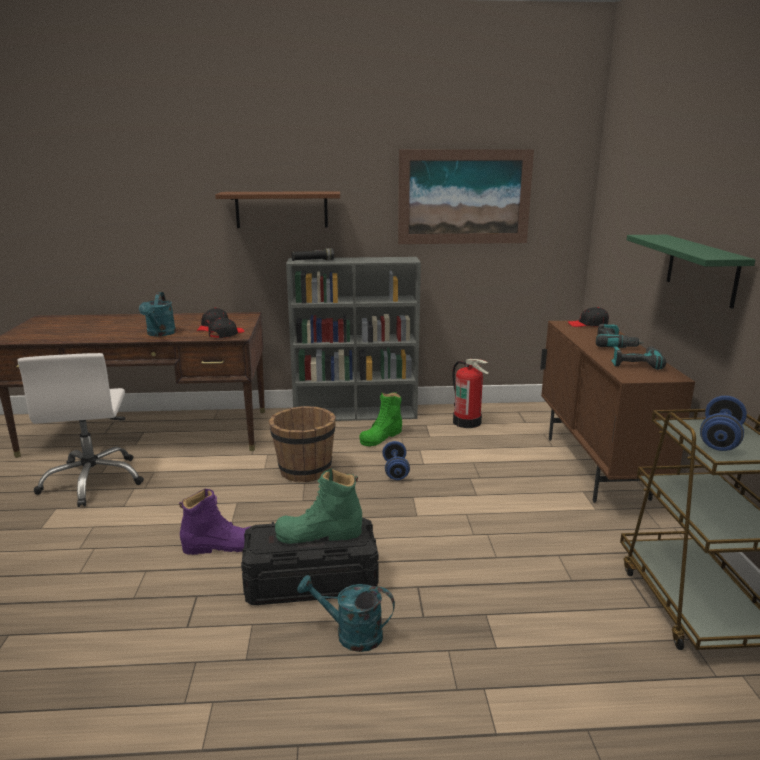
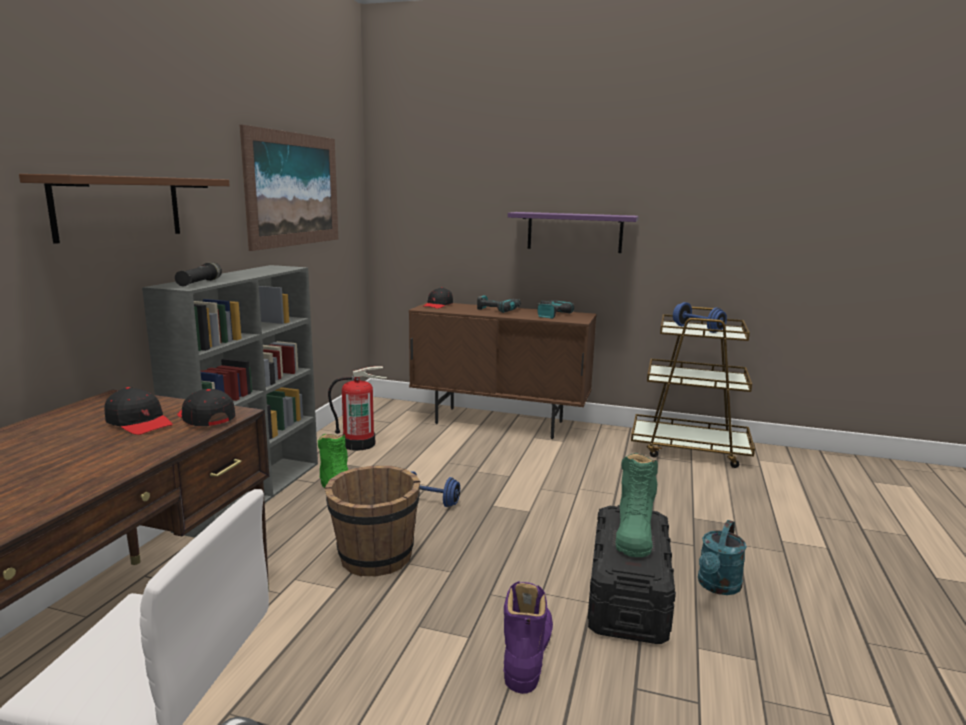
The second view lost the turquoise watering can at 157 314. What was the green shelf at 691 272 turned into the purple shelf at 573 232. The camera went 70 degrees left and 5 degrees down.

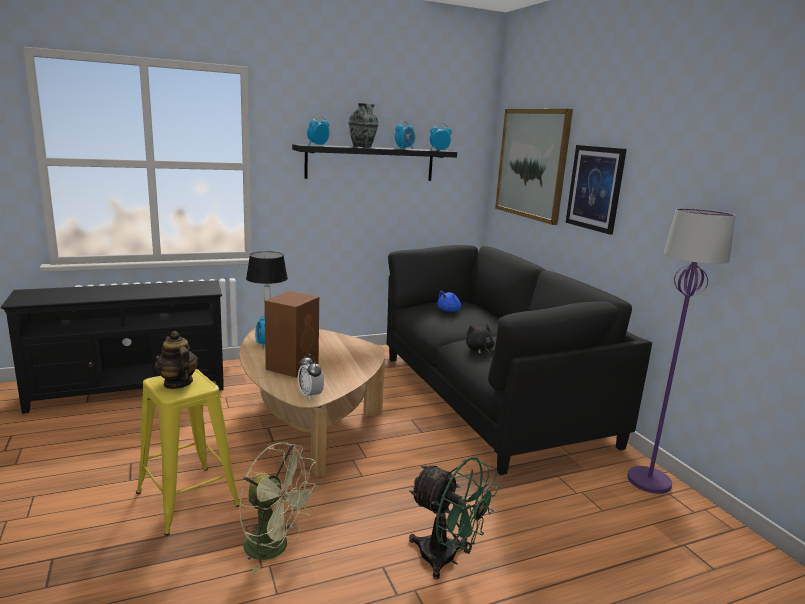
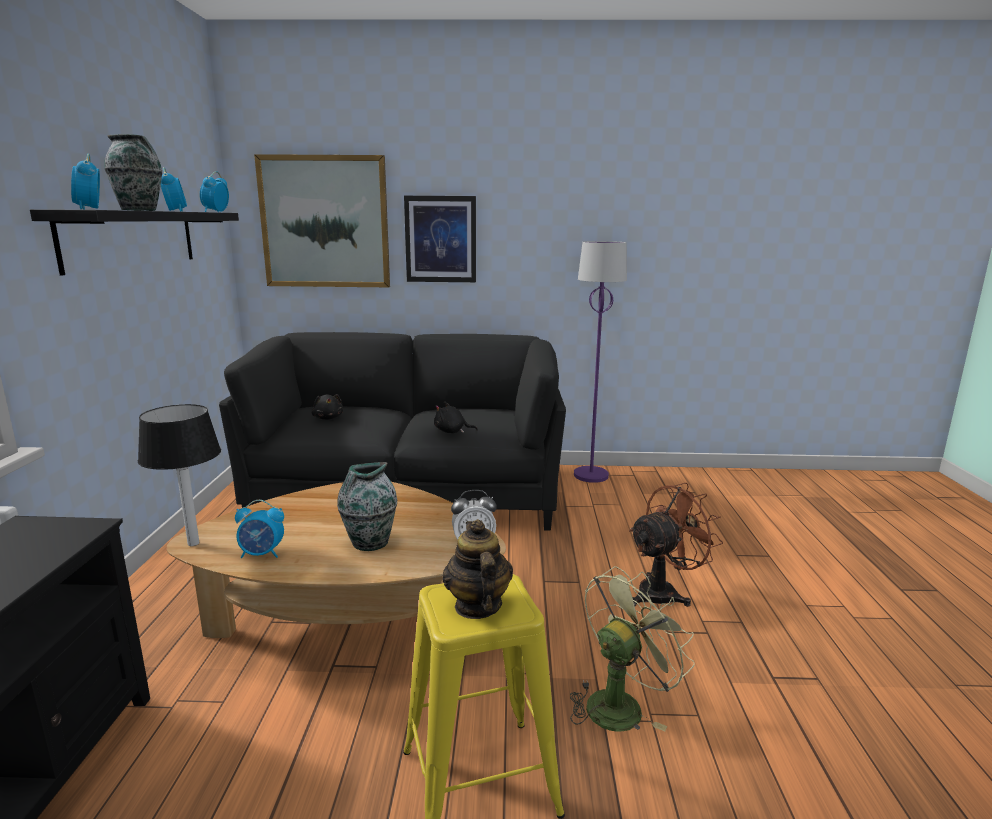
Where the brown speaker stood at 292 334, the vase came to stand at 367 506. What was the green fan at 454 518 turned into the brown fan at 676 545. What was the blue plush toy at 449 301 turned into the black plush toy at 327 407. The teapot at 176 360 ended up facing another way, 90 degrees clockwise from before. The camera went 65 degrees left and 0 degrees up.

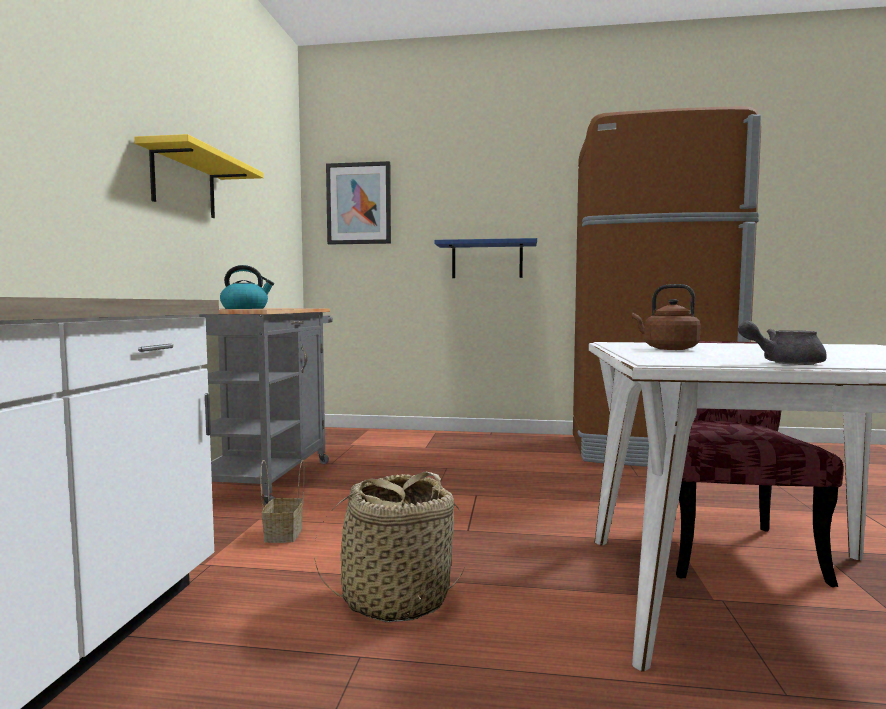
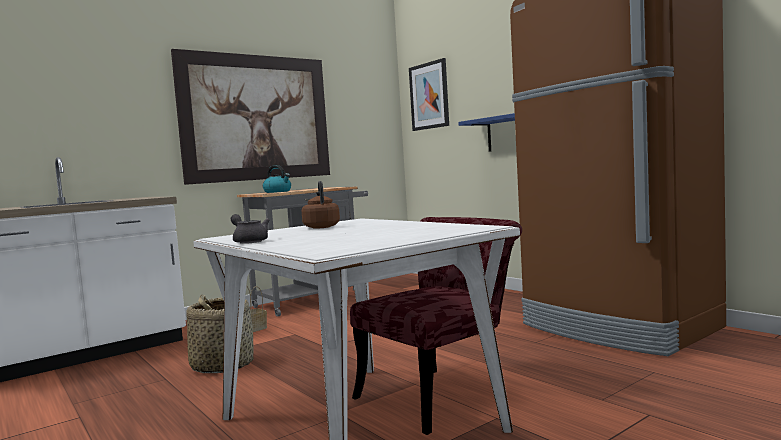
Where the yellow shelf hung at 199 176, the picture came to hang at 250 117. The camera went 45 degrees right and 0 degrees up.

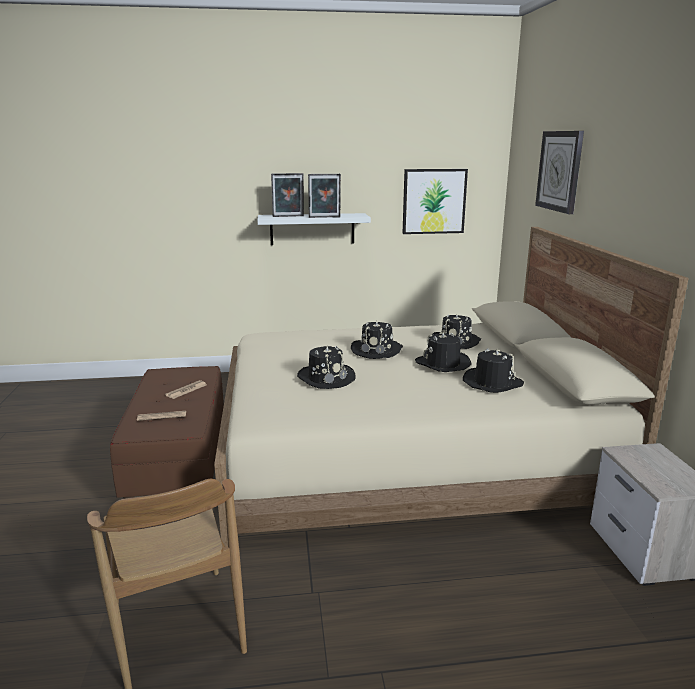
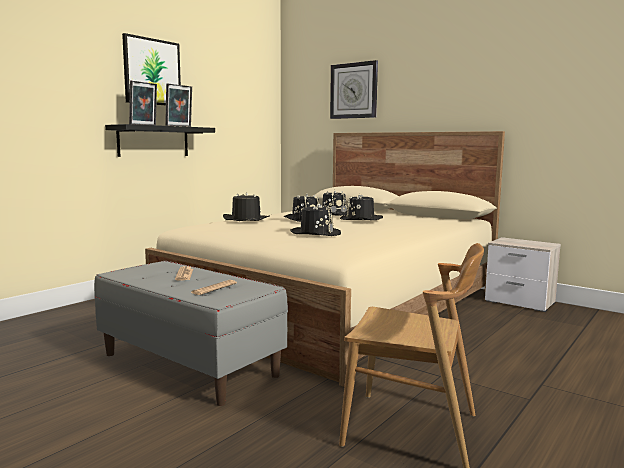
The picture ended up elsewhere, having gone from 435 201 to 151 69. The black hat ended up elsewhere, having gone from 493 370 to 246 206. What was the brown bench at 167 432 turned into the grey bench at 191 333. What was the white shelf at 314 229 turned into the black shelf at 160 140. The camera went 45 degrees left and 10 degrees down.

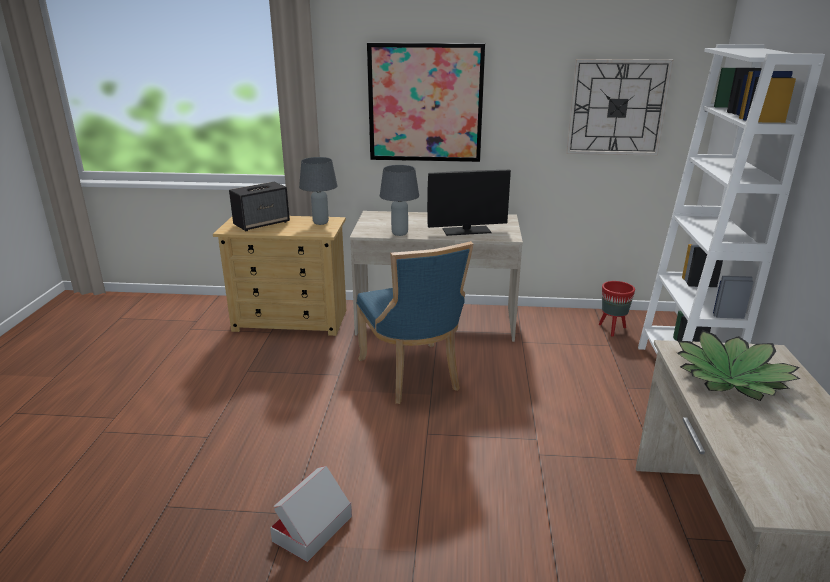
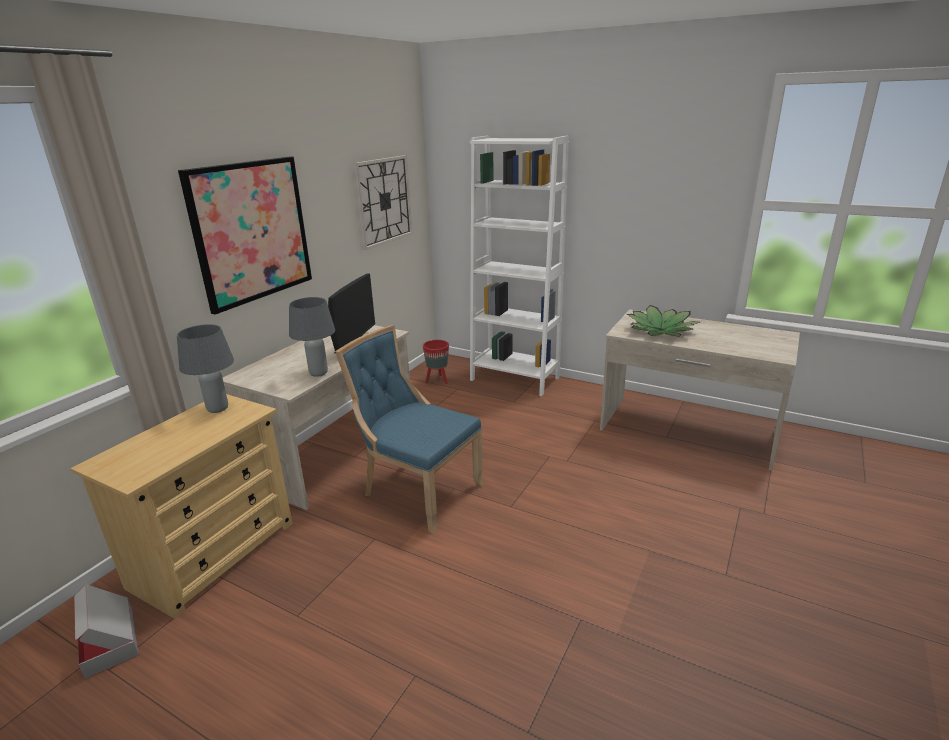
The second view lost the speaker at 259 206. The cardboard box ended up elsewhere, having gone from 311 514 to 106 631. The blue chair at 415 322 ended up facing another way, 150 degrees counterclockwise from before. The camera went 65 degrees left and 0 degrees up.

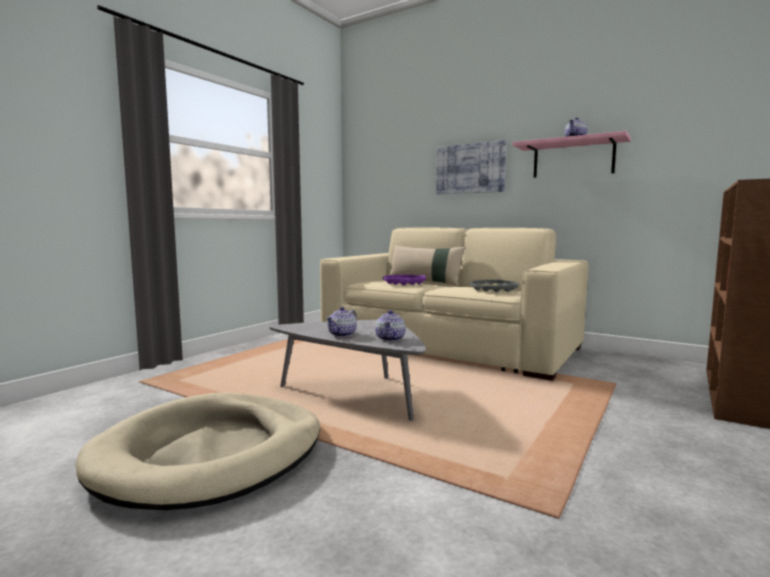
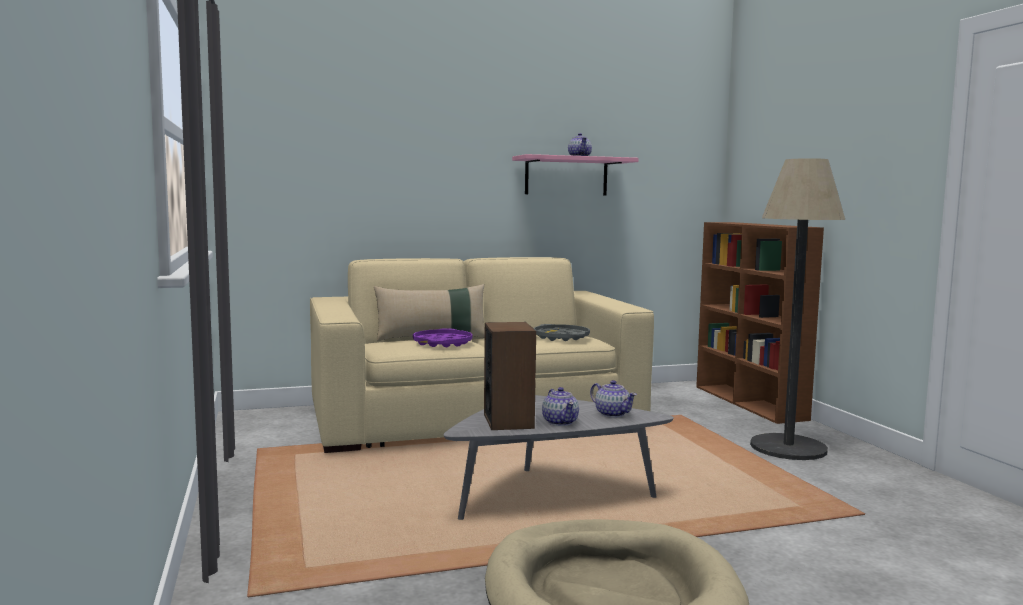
The second view lost the picture at 471 167. The second view gained the speaker at 510 376. The second view gained the floor lamp at 797 309. The camera went 50 degrees left and 0 degrees up.

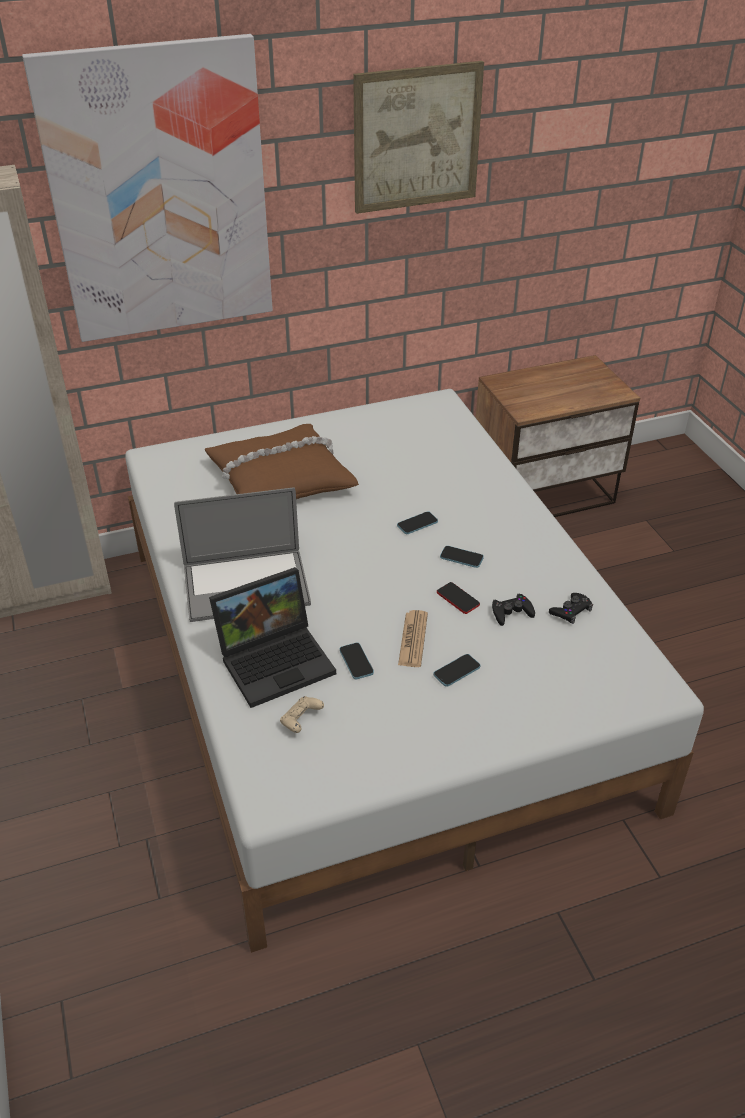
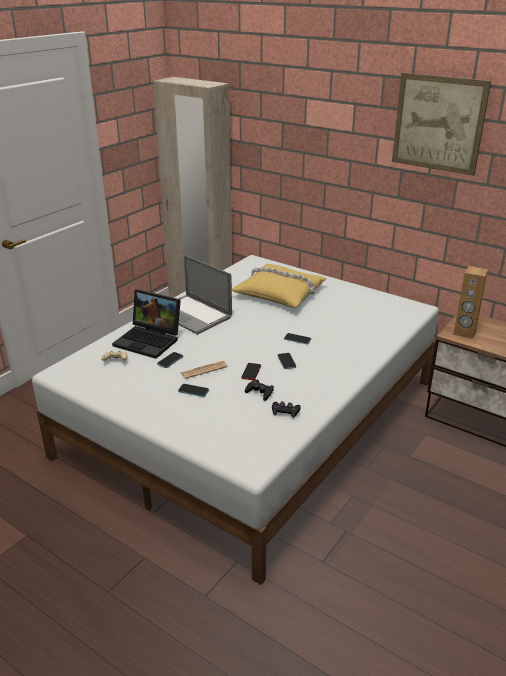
The second view lost the picture at 147 188. The second view gained the brown speaker at 470 302. What was the brown pillow at 282 461 turned into the yellow pillow at 279 286. The camera went 55 degrees right and 10 degrees down.

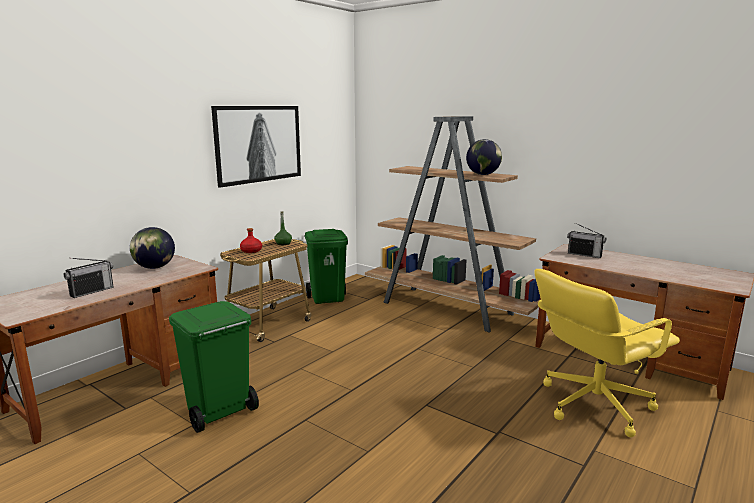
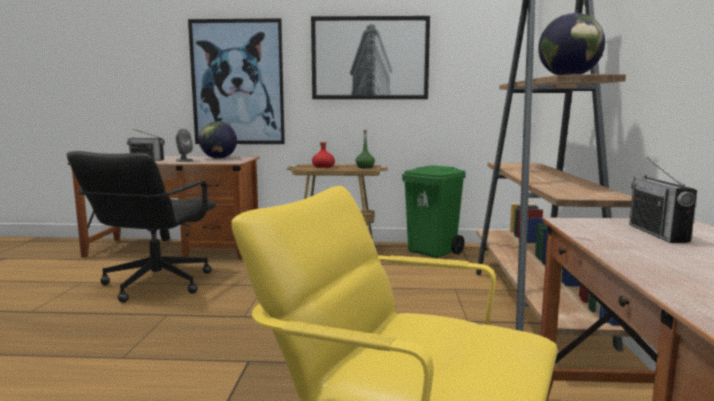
The second view gained the grey speaker at 184 145. The second view gained the picture at 236 81. Where the green trash can stood at 214 367, the black office chair came to stand at 141 227. The camera went 55 degrees right and 5 degrees down.

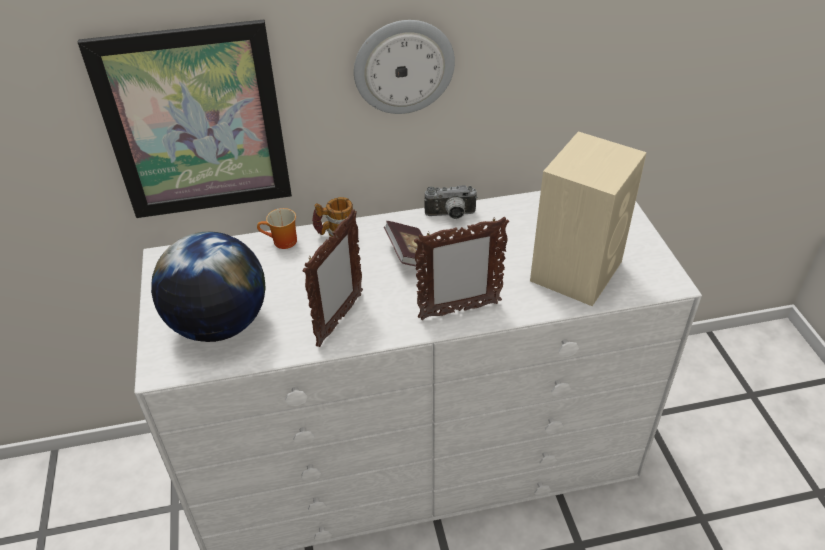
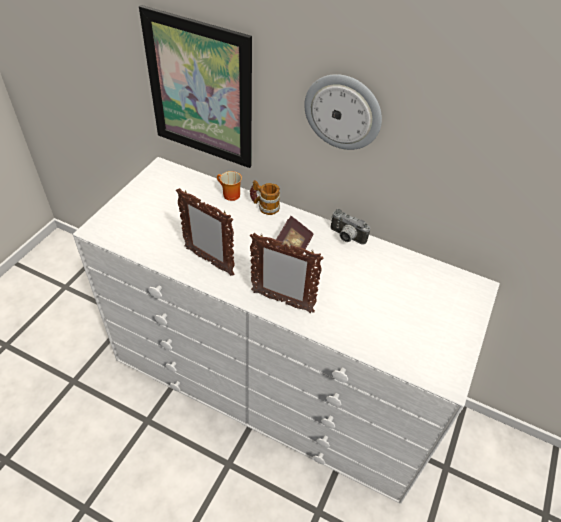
The second view lost the globe at 208 287. The second view lost the beige speaker at 588 218. The picture frame at 333 278 ended up facing another way, 60 degrees clockwise from before. The camera went 35 degrees right and 5 degrees up.

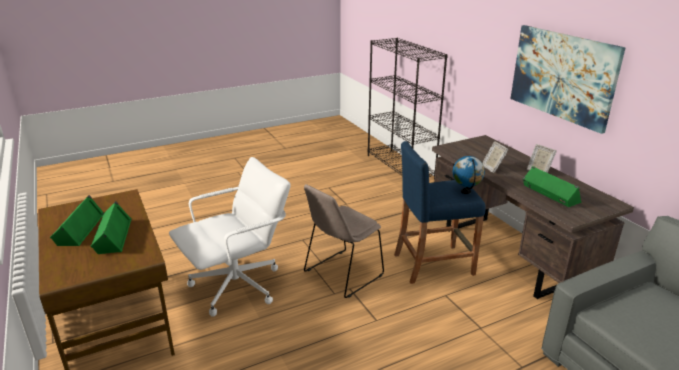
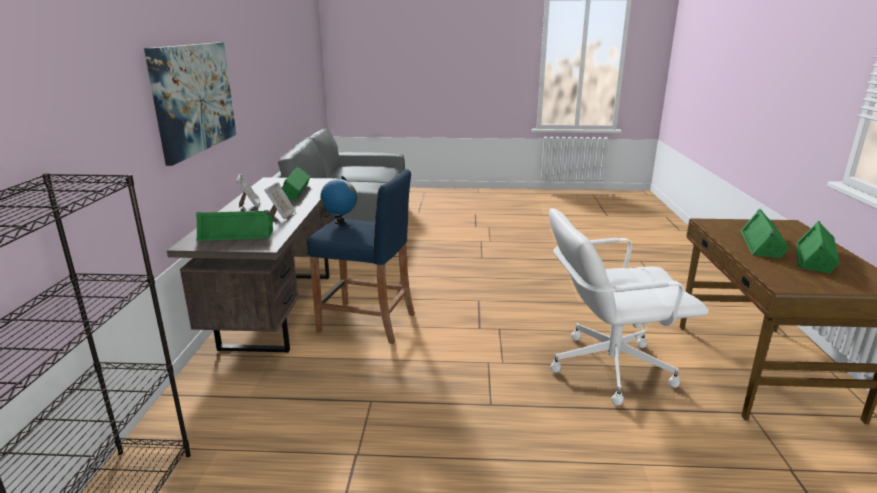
The second view lost the beige chair at 344 241. The second view gained the green speaker at 234 225. The camera went 150 degrees left and 5 degrees down.

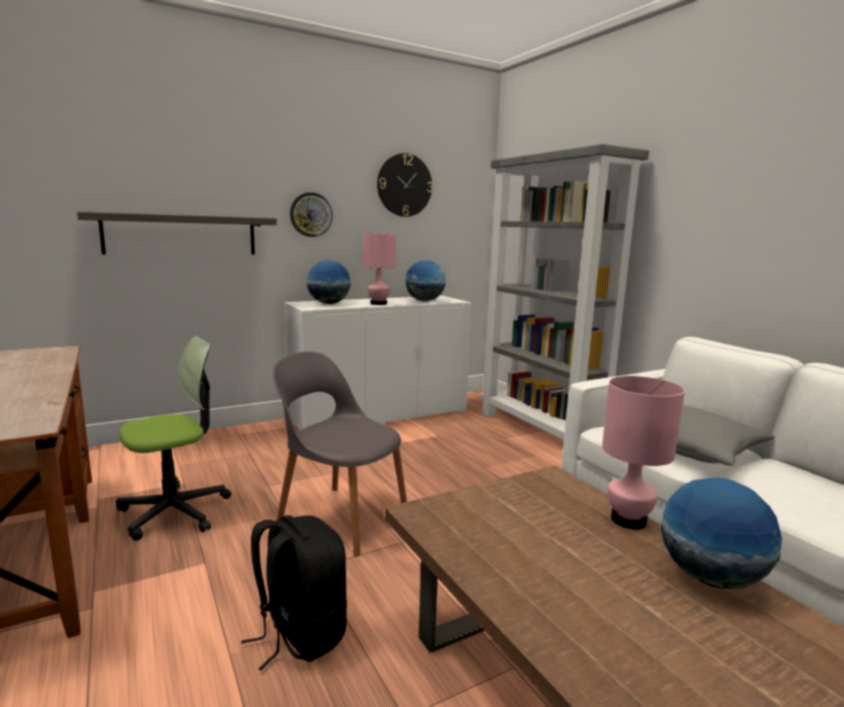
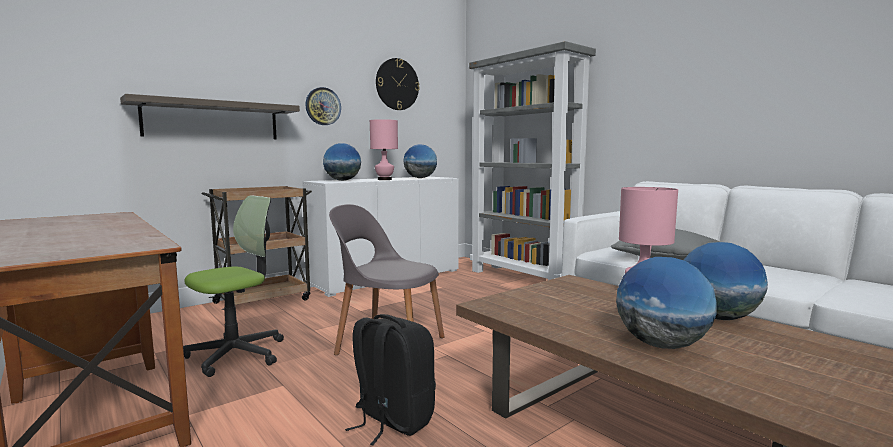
The second view gained the brown cart at 257 248. The second view gained the globe at 666 303. The camera went 10 degrees left and 5 degrees down.

